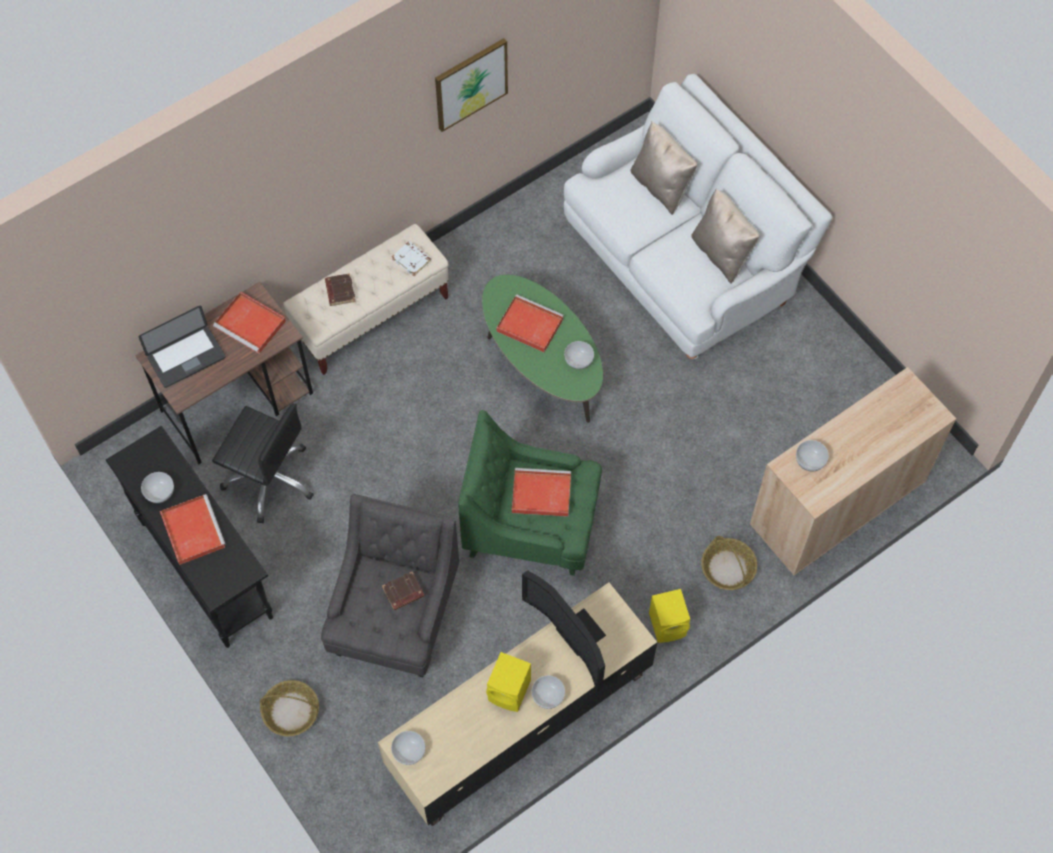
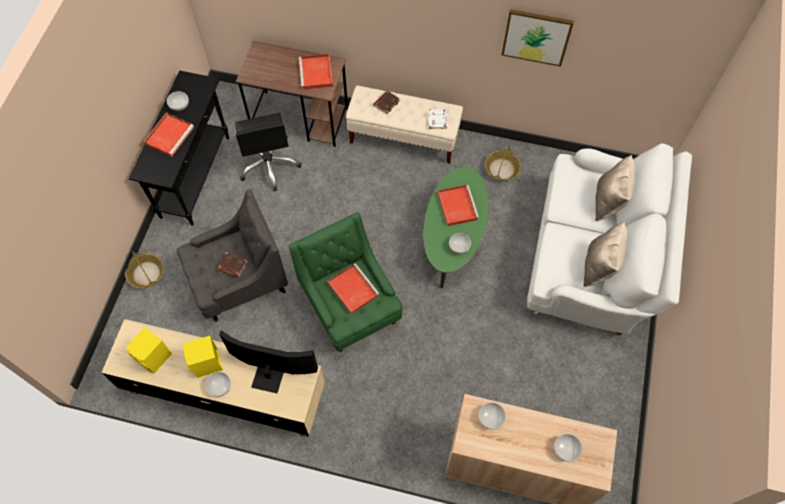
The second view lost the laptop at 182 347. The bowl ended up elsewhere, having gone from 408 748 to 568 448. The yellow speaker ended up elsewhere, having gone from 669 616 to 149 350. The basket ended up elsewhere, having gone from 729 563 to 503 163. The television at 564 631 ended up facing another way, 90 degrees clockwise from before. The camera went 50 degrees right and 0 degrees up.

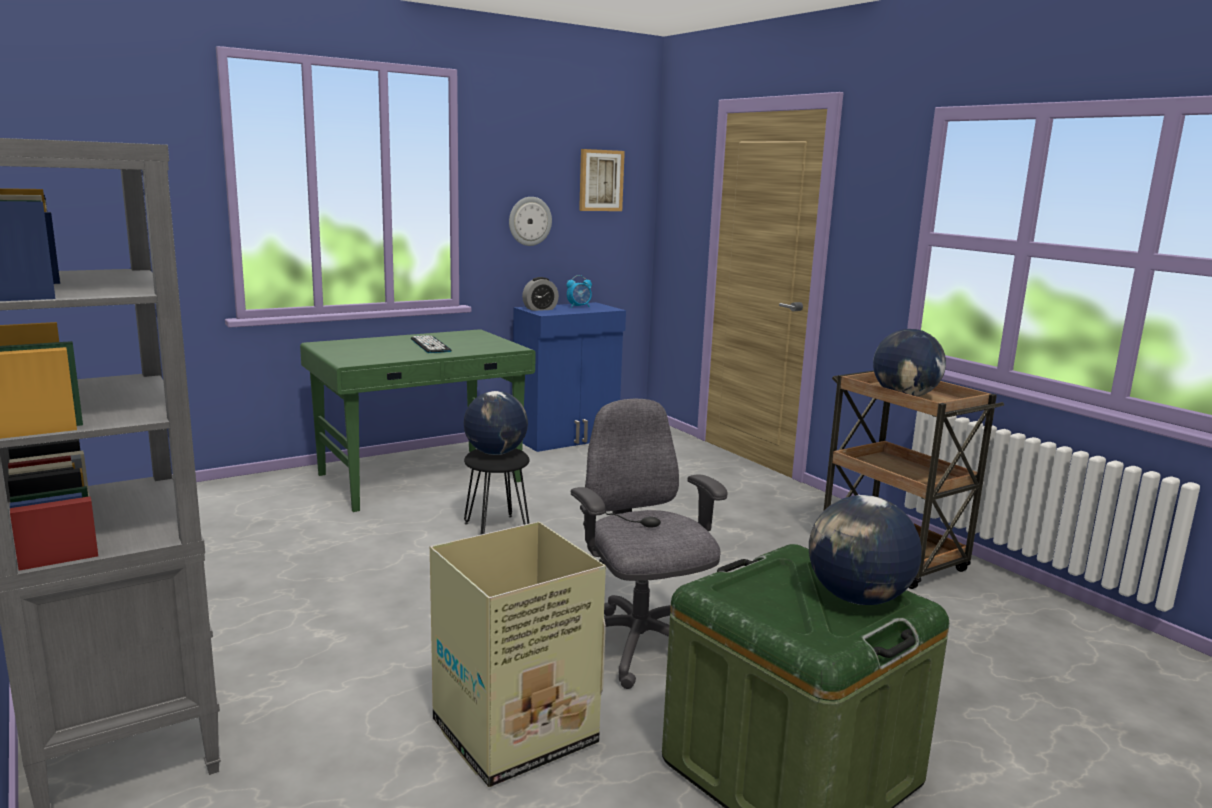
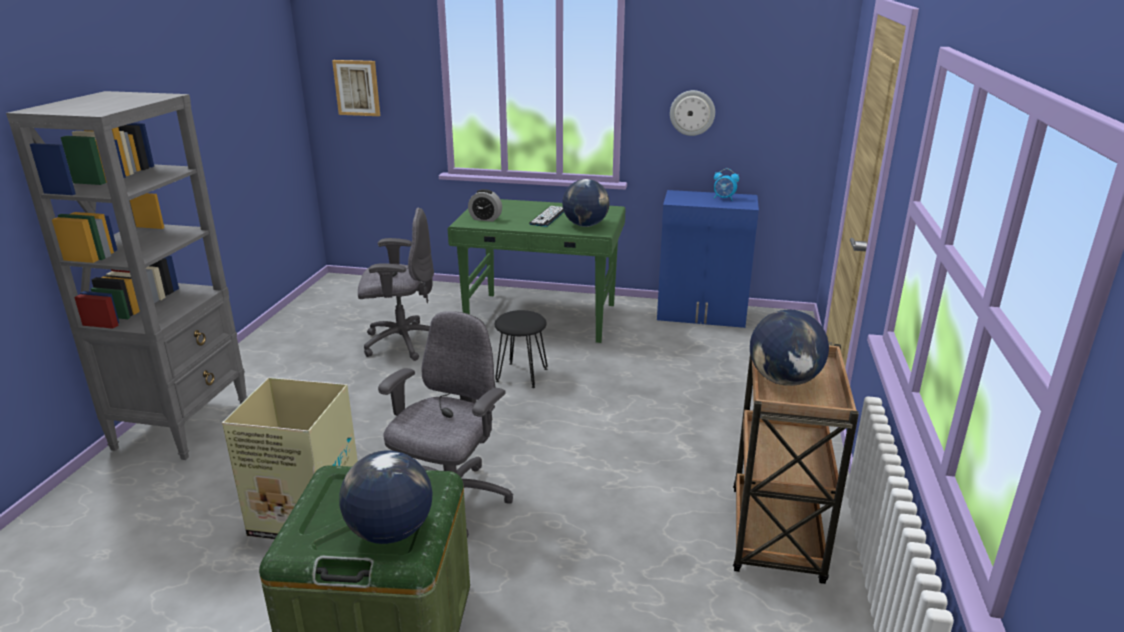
The second view gained the grey office chair at 396 284. The globe ended up elsewhere, having gone from 496 423 to 586 203. The alarm clock ended up elsewhere, having gone from 540 294 to 485 205. The picture ended up elsewhere, having gone from 602 180 to 356 88. The camera went 45 degrees right and 10 degrees up.

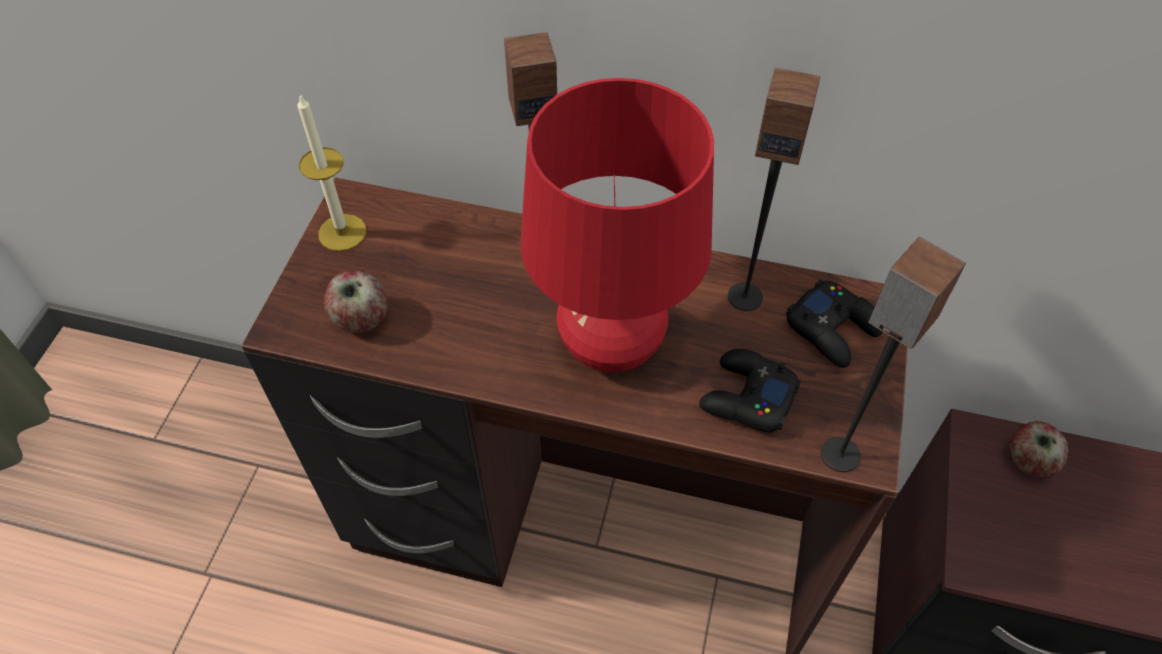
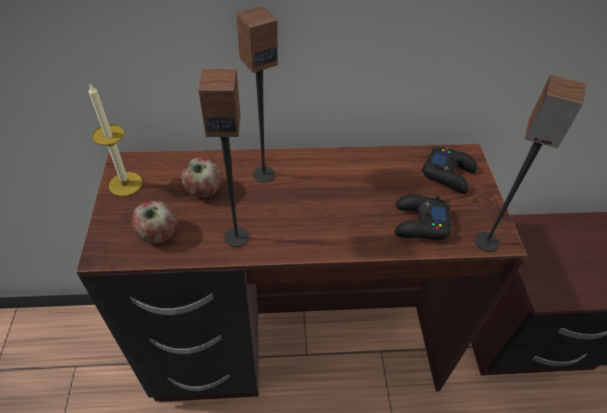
The second view lost the red table lamp at 617 225. The speaker ended up elsewhere, having gone from 774 189 to 224 157. The apple ended up elsewhere, having gone from 1038 449 to 201 177. The camera went 20 degrees left and 5 degrees down.

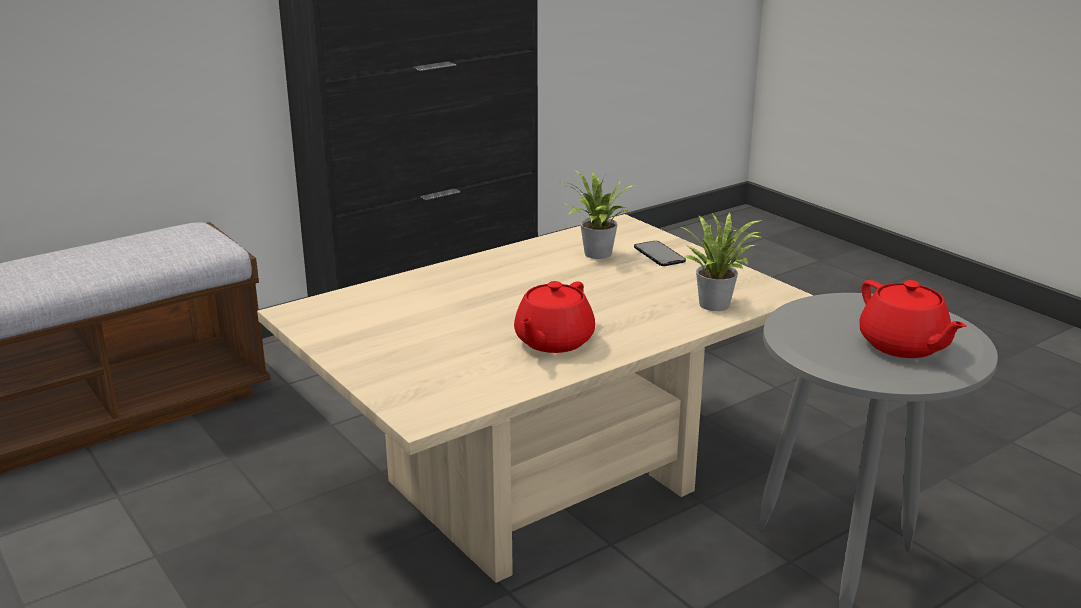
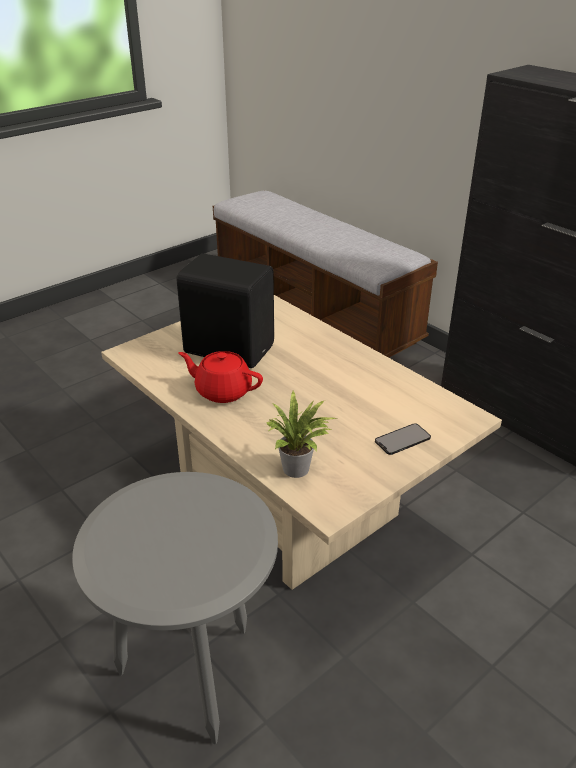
The second view lost the potted plant at 597 214. The second view lost the red teapot at 913 319. The second view gained the black speaker at 225 310. The camera went 85 degrees right and 10 degrees up.

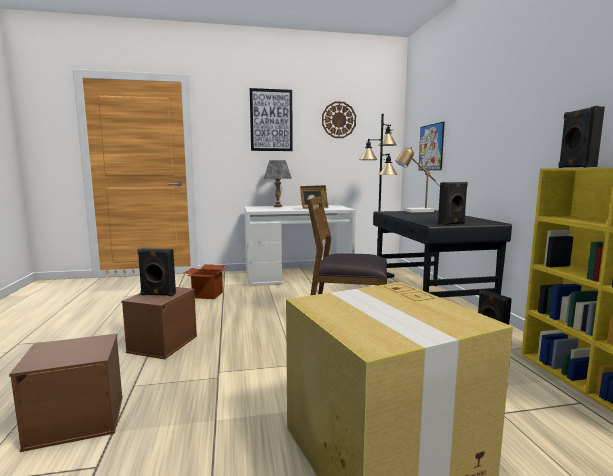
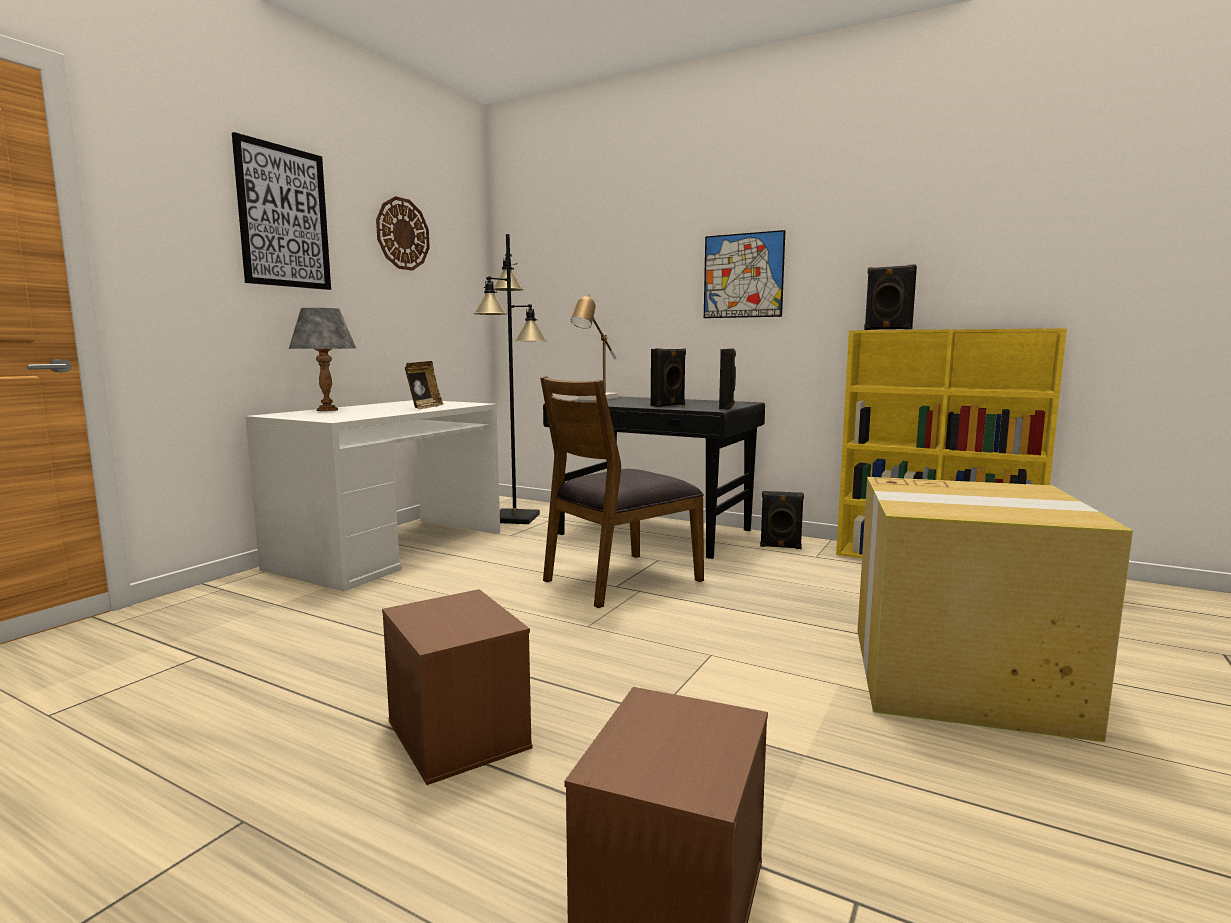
The second view lost the cardboard box at 206 281. The black speaker ended up elsewhere, having gone from 156 272 to 668 377. The picture ended up elsewhere, having gone from 431 146 to 744 274. The camera went 50 degrees left and 0 degrees up.

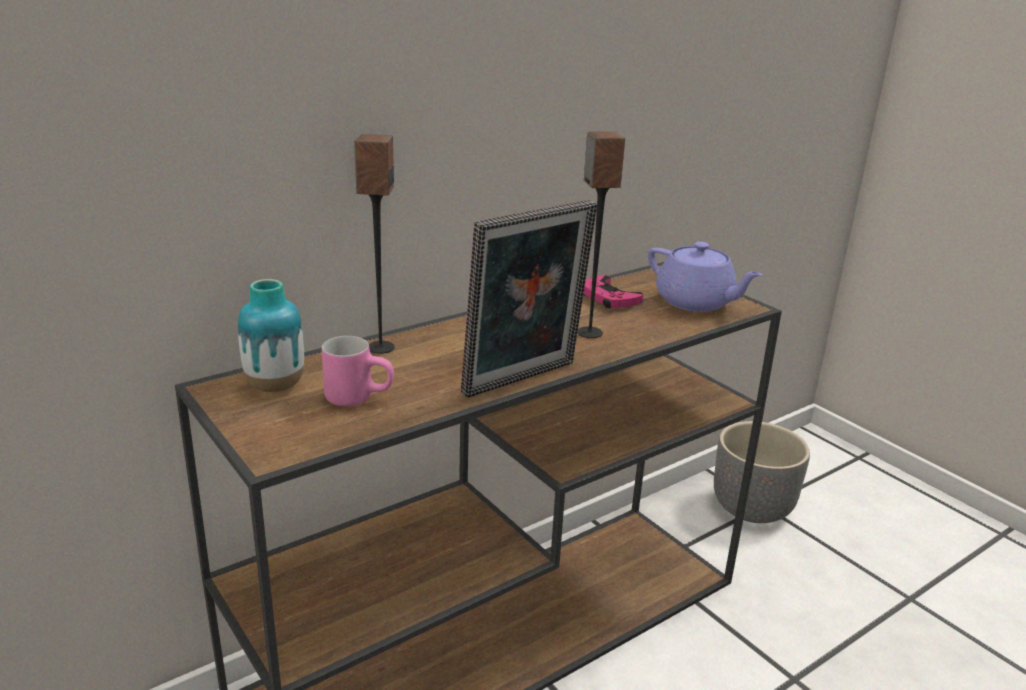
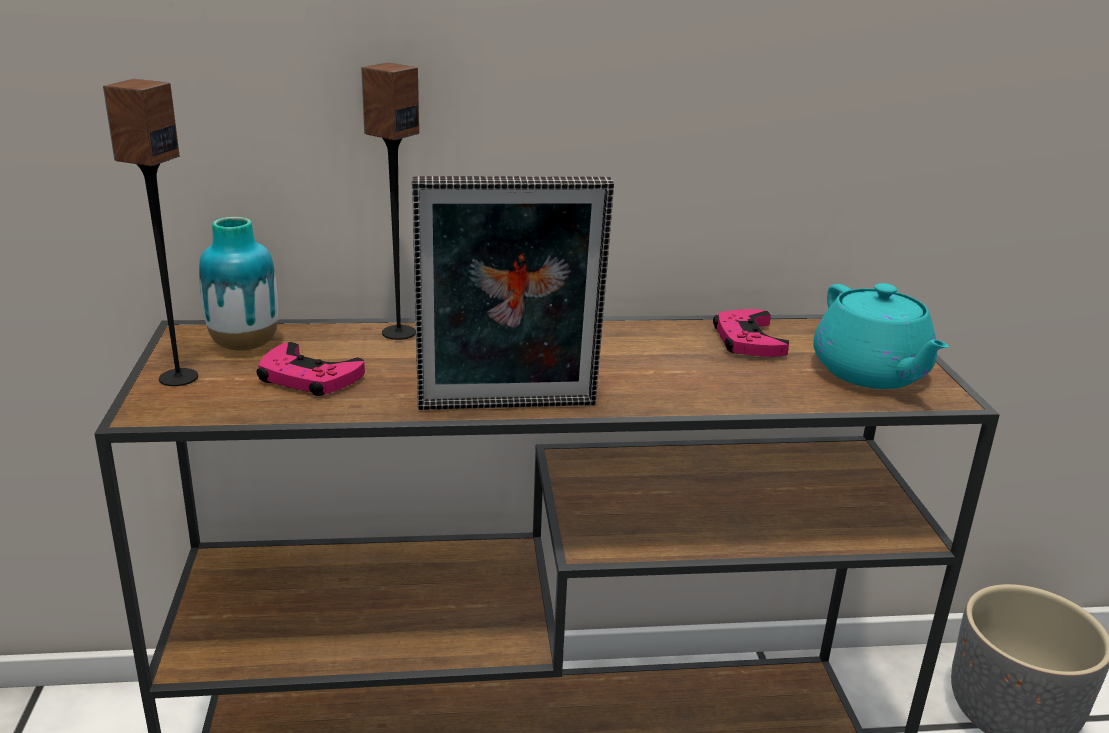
The speaker ended up elsewhere, having gone from 601 235 to 150 232. Where the pink mug stood at 358 371, the pink game controller came to stand at 310 369. What was the purple teapot at 705 277 turned into the turquoise teapot at 881 336. The camera went 30 degrees right and 0 degrees up.

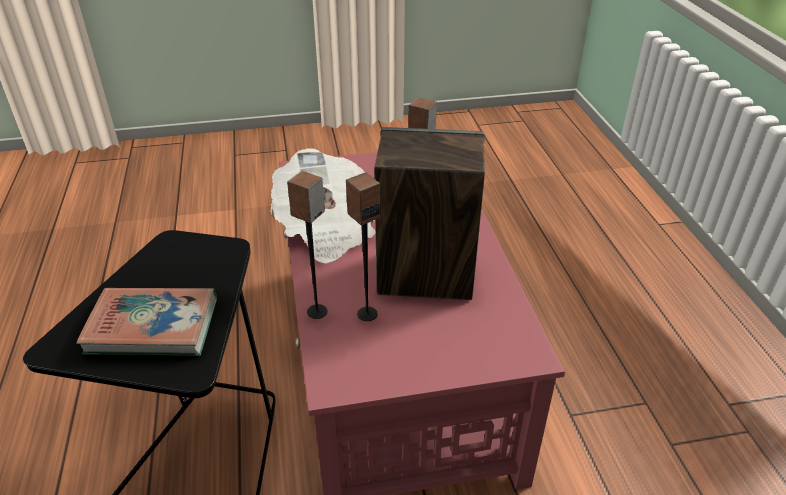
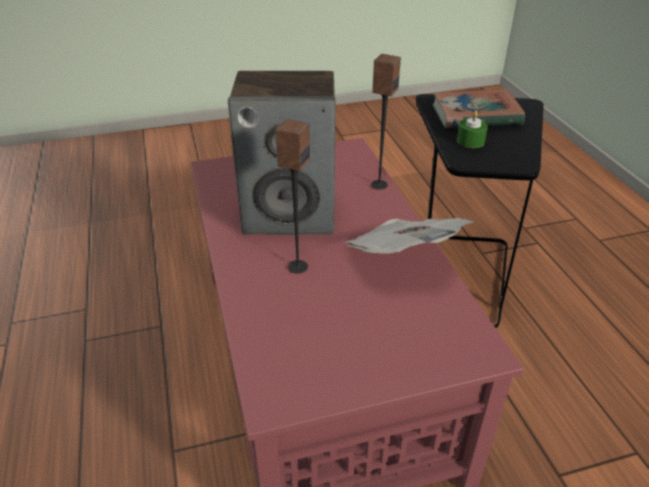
The second view lost the speaker at 363 246. The second view gained the green candle at 472 129. The camera went 175 degrees right and 0 degrees up.

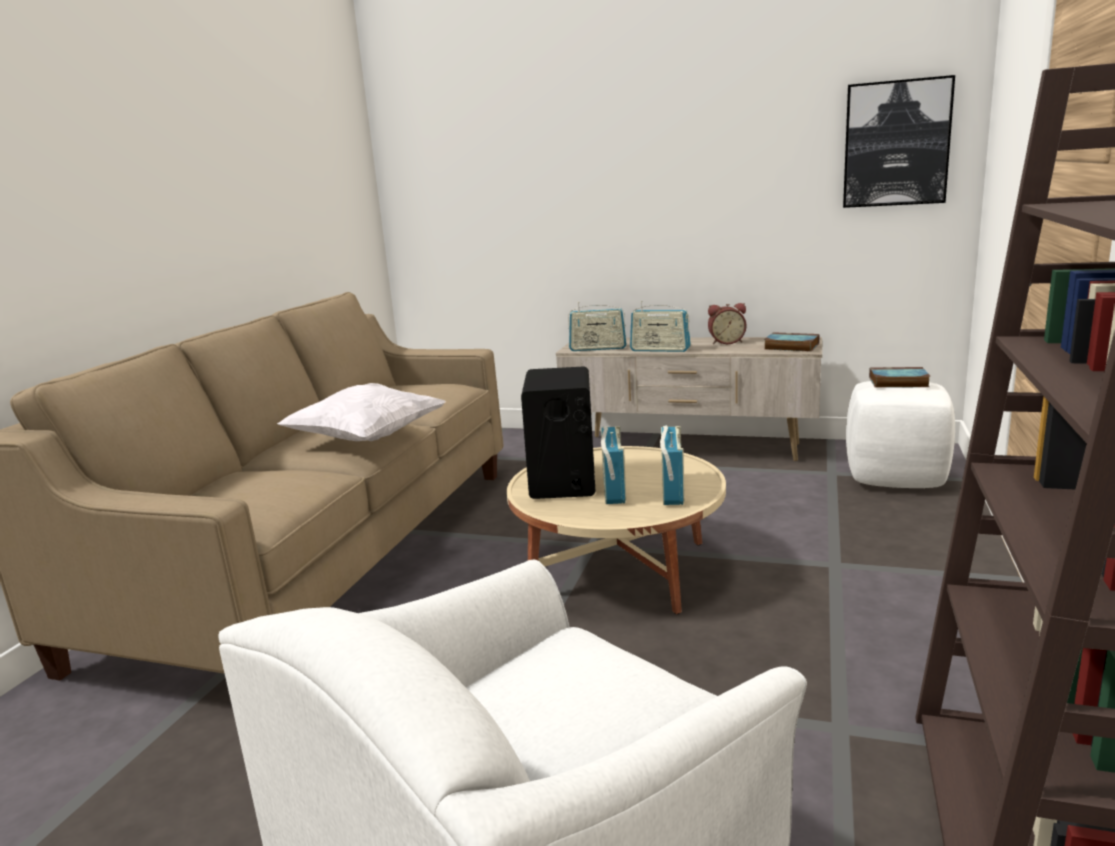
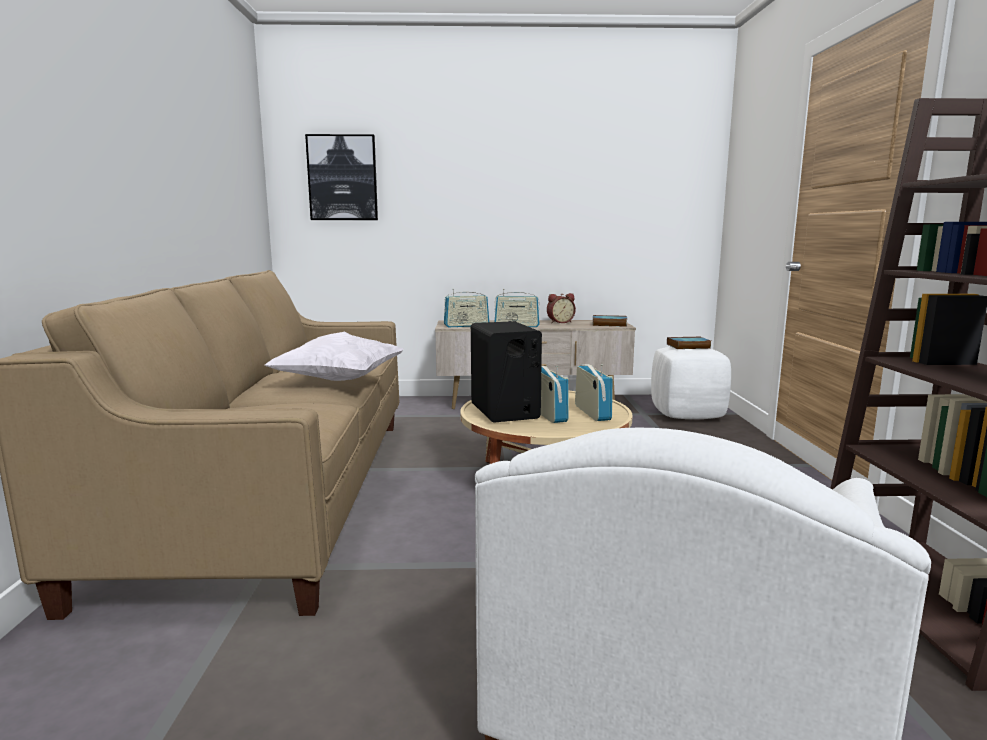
The picture ended up elsewhere, having gone from 899 141 to 341 177. The camera went 20 degrees left and 5 degrees down.

